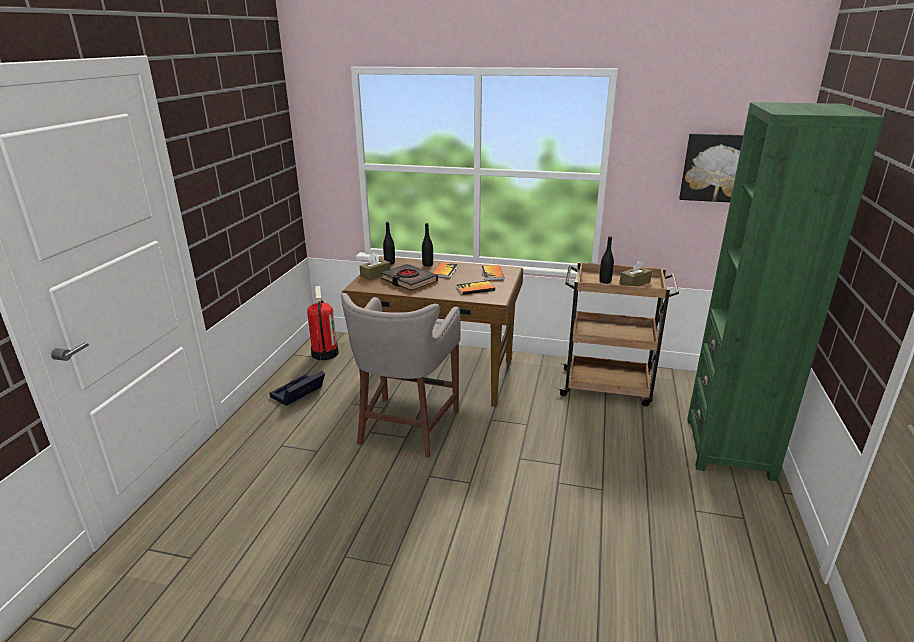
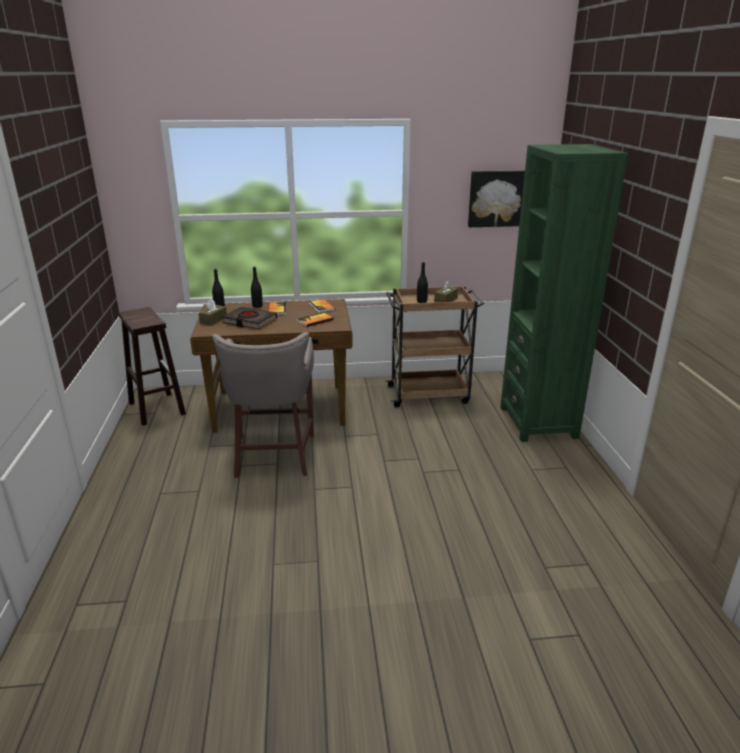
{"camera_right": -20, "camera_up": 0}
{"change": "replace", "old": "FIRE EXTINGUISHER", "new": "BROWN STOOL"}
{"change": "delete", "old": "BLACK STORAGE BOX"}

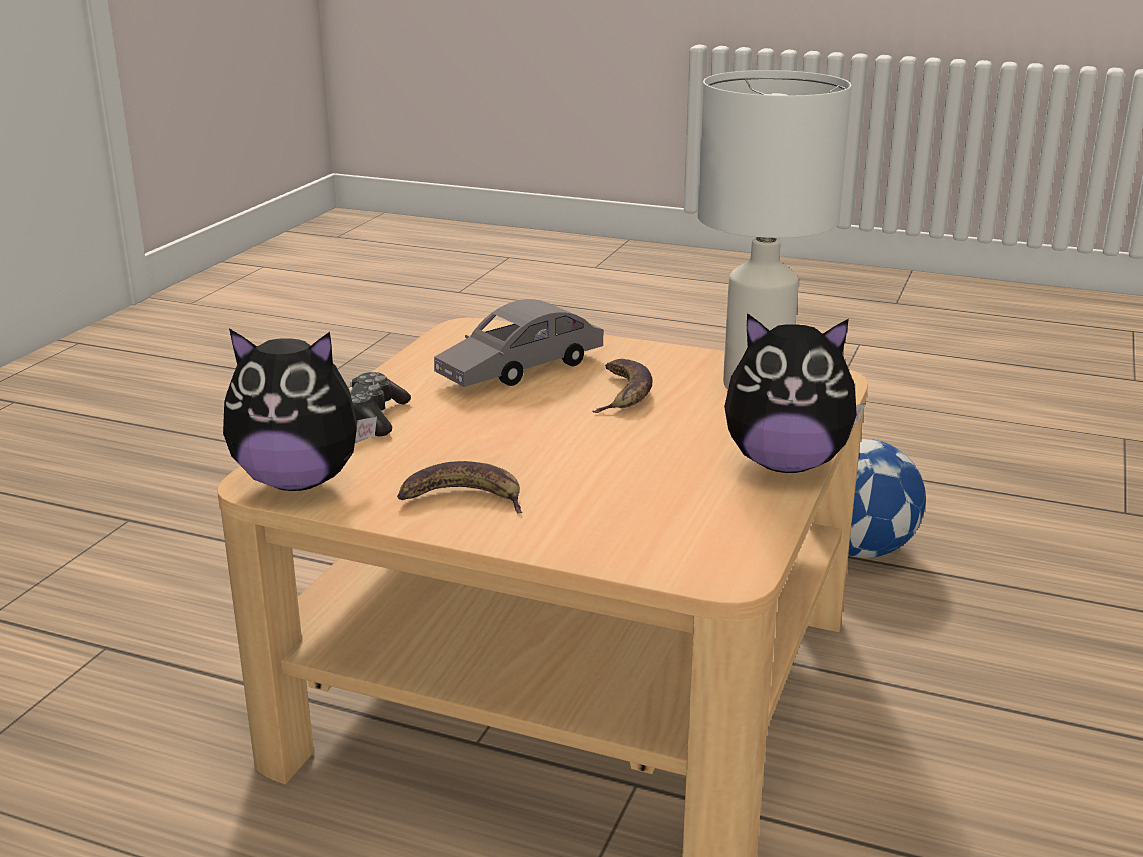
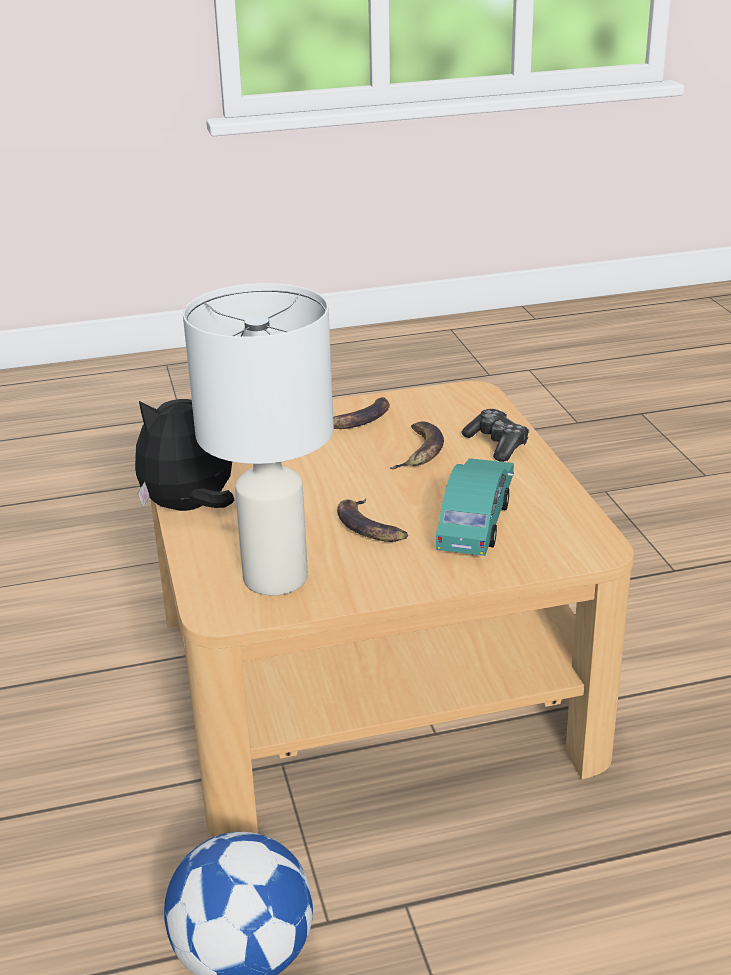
{"camera_right": 145, "camera_up": 5}
{"change": "recolor", "old": "GREY TOY CAR", "new": "TURQUOISE TOY CAR"}
{"change": "delete", "old": "PLUSH TOY (1st from left)"}
{"change": "insert", "new": "BANANA (3rd from left)"}

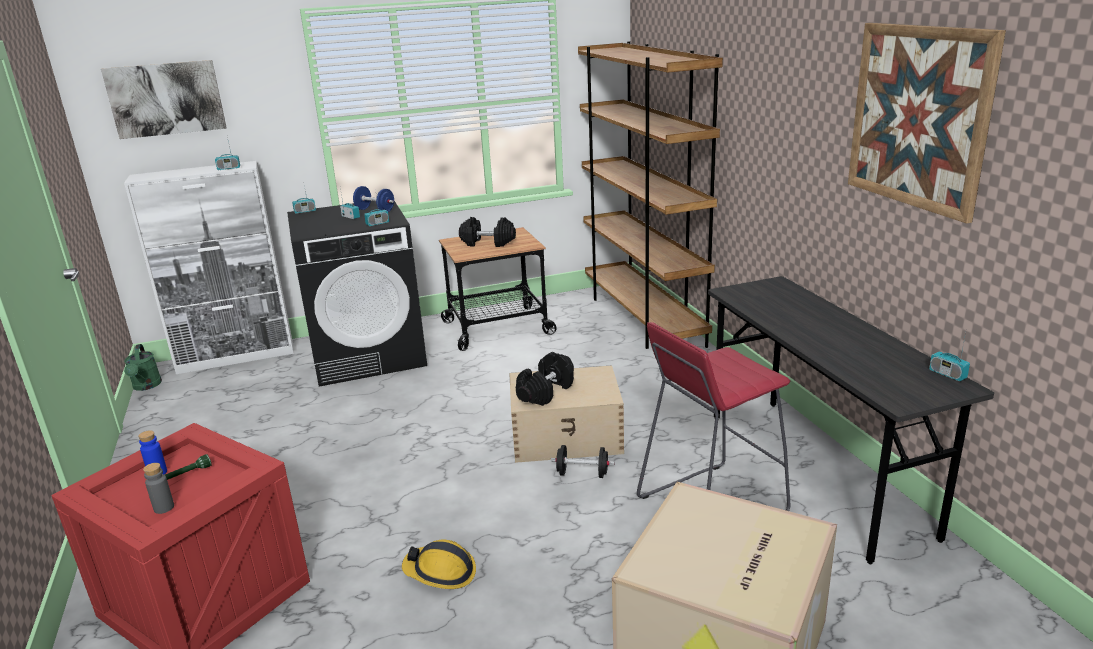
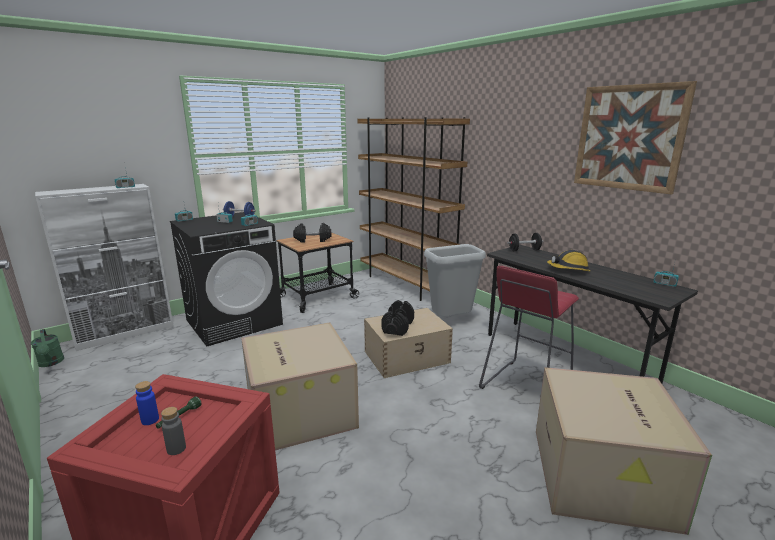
{"camera_right": -20, "camera_up": -5}
{"change": "delete", "old": "PICTURE (1st from left)"}
{"change": "move", "old": "BLACK DUMBBELL (3rd from left)"}
{"change": "move", "old": "HARD HAT"}
{"change": "insert", "new": "GREY TRASH CAN"}
{"change": "insert", "new": "CARDBOARD BOX (1st from left)"}

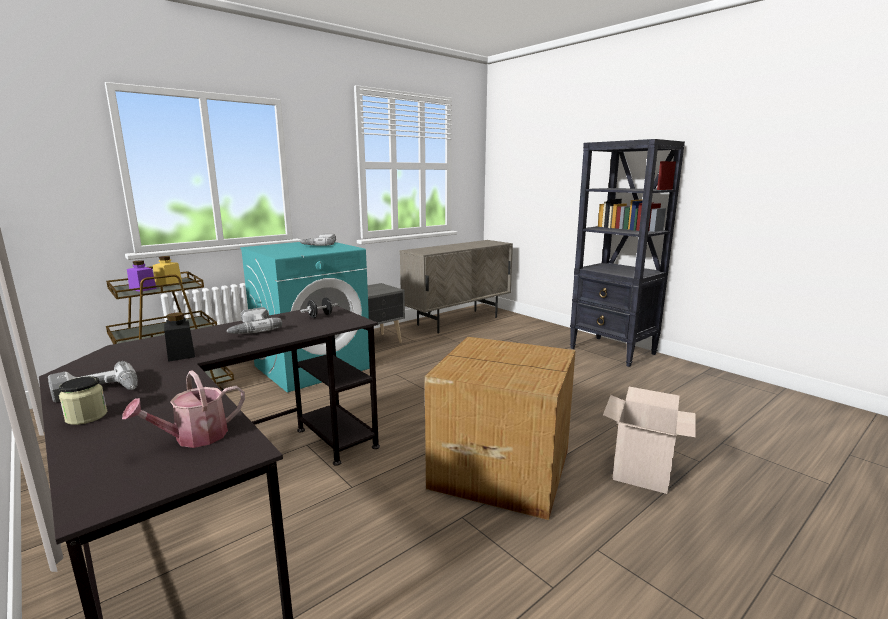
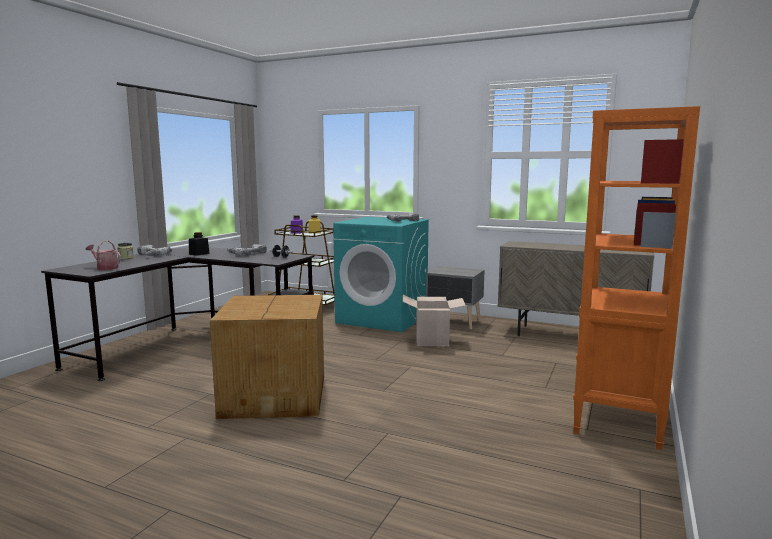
{"camera_right": 65, "camera_up": -5}
{"change": "recolor", "old": "BLACK BOOKCASE", "new": "ORANGE BOOKCASE"}
{"change": "move", "old": "CARDBOARD BOX (2nd from left)"}

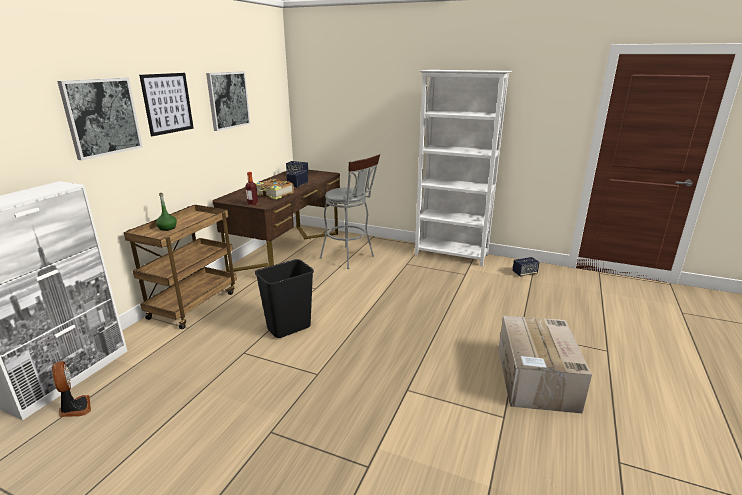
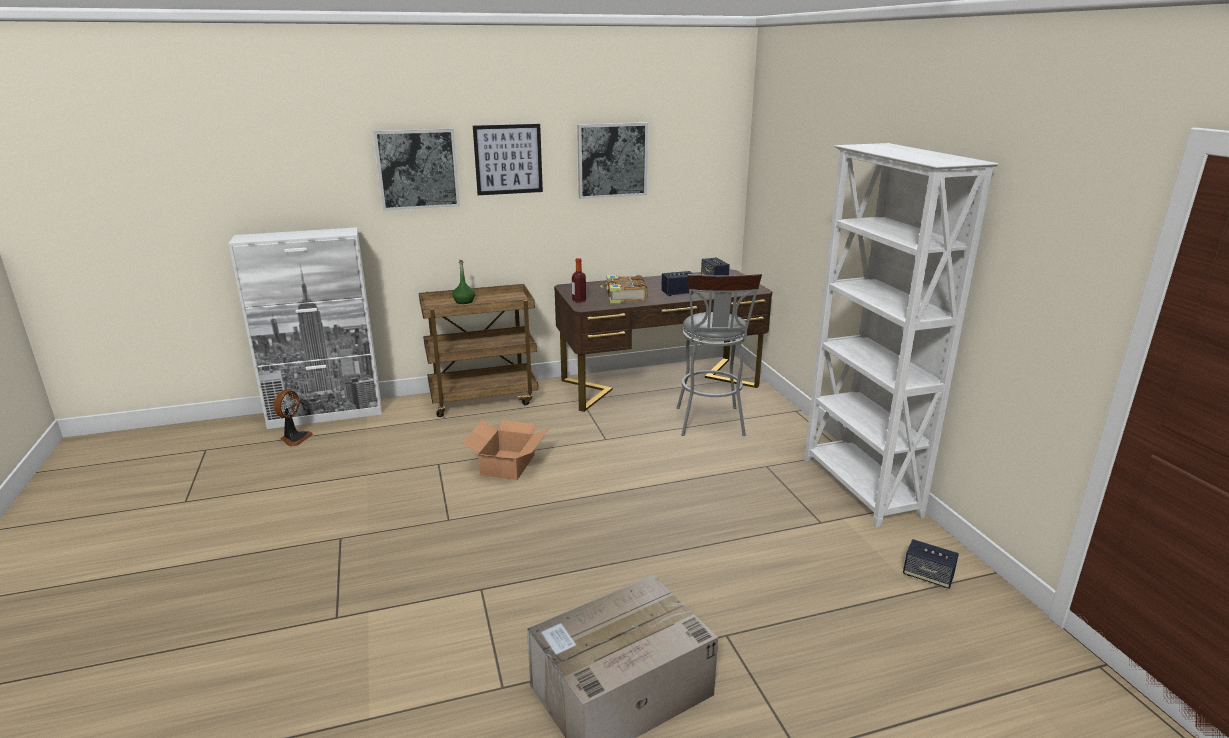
{"camera_right": 50, "camera_up": 0}
{"change": "replace", "old": "BLACK TRASH CAN", "new": "CARDBOARD BOX (1st from left)"}

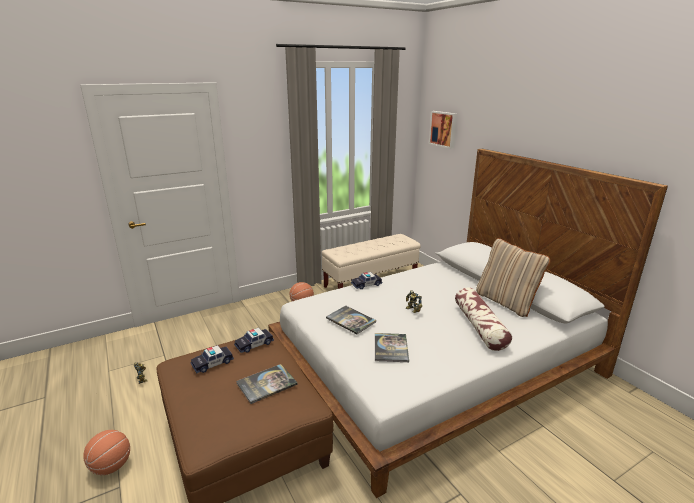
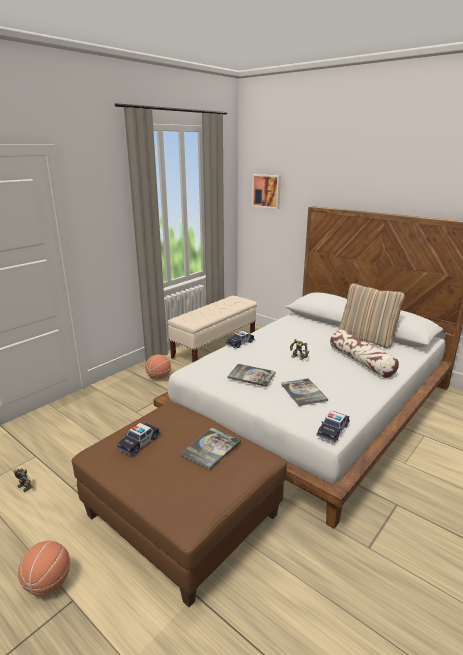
{"camera_right": -20, "camera_up": 0}
{"change": "move", "old": "TOY CAR (2nd from left in the first image)", "new": "TOY CAR (3rd from left)"}

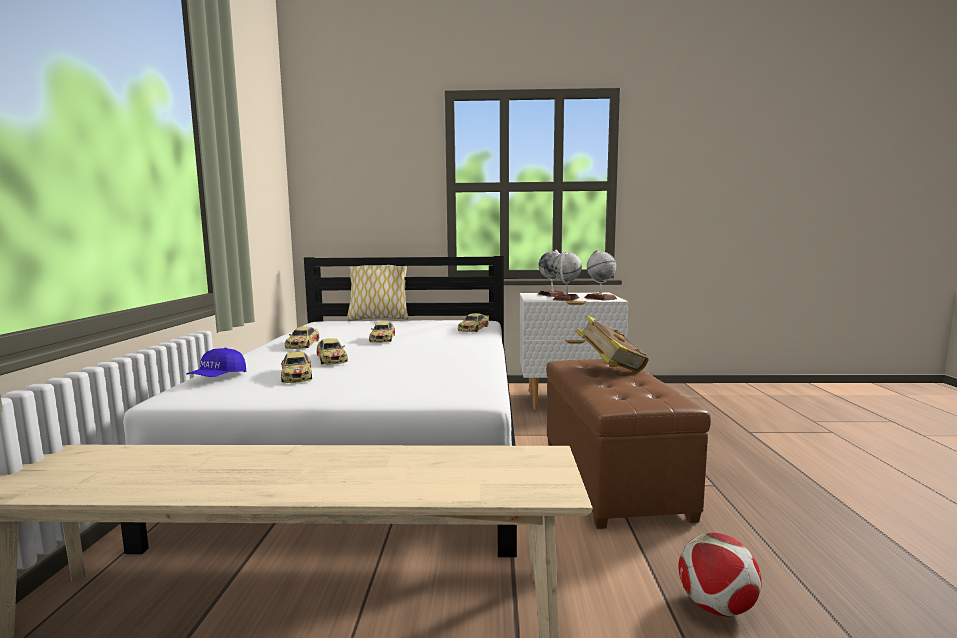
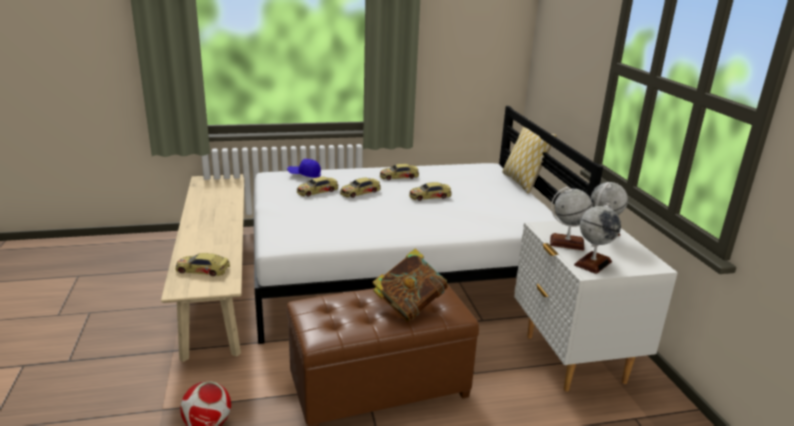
{"camera_right": 75, "camera_up": 15}
{"change": "move", "old": "TOY CAR (5th from left in the first image)", "new": "TOY CAR (1st from left)"}

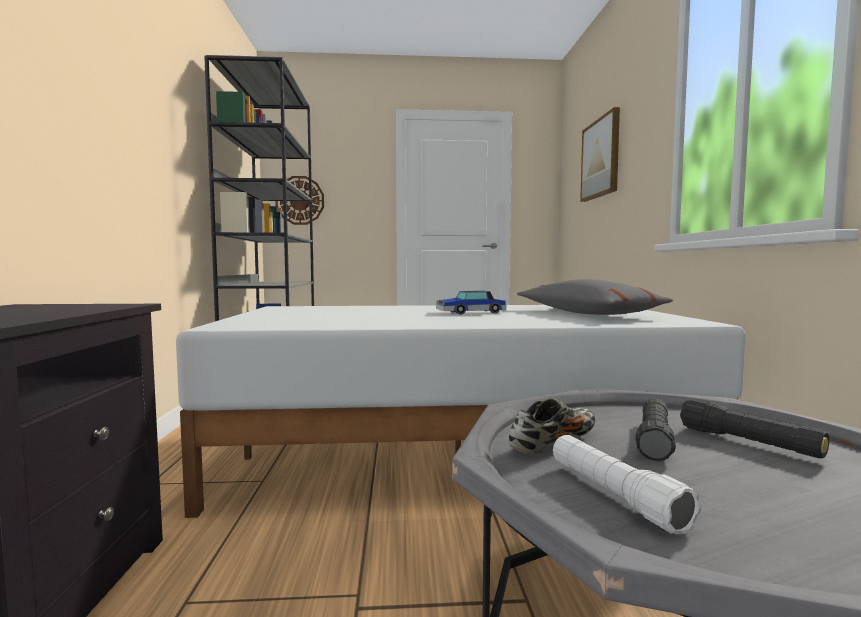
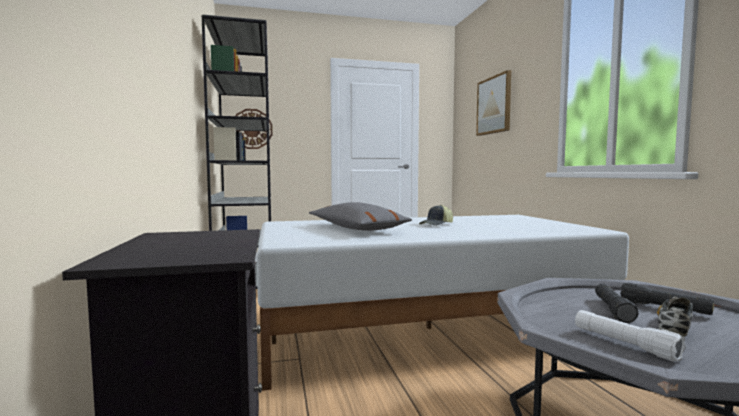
{"camera_right": -10, "camera_up": 0}
{"change": "move", "old": "GREY PILLOW"}
{"change": "replace", "old": "TOY CAR", "new": "CAP"}
{"change": "move", "old": "SHOE"}

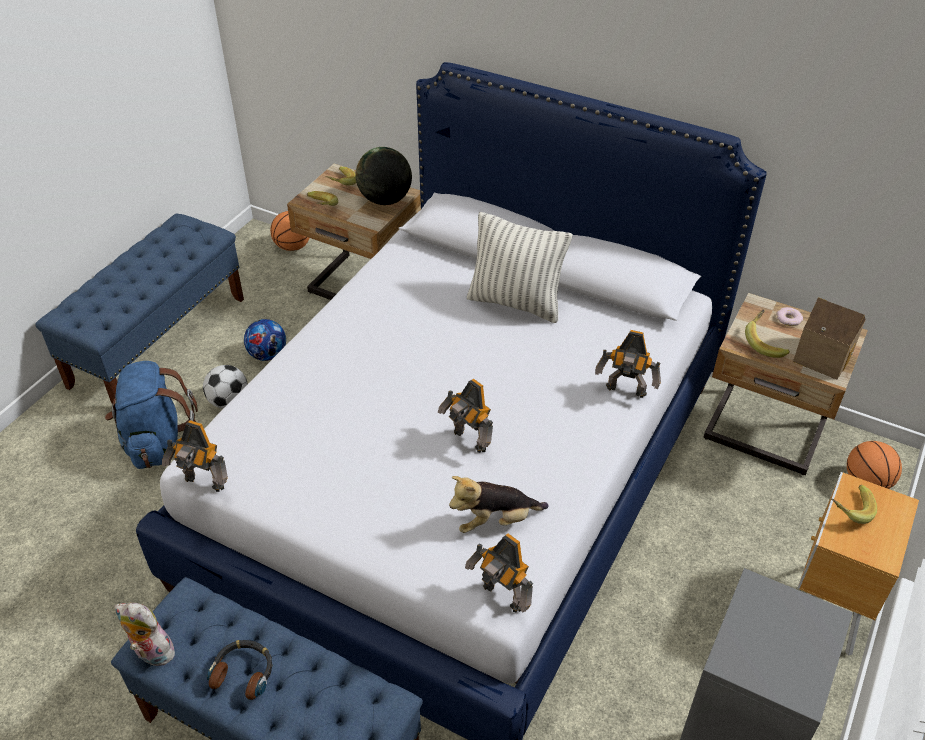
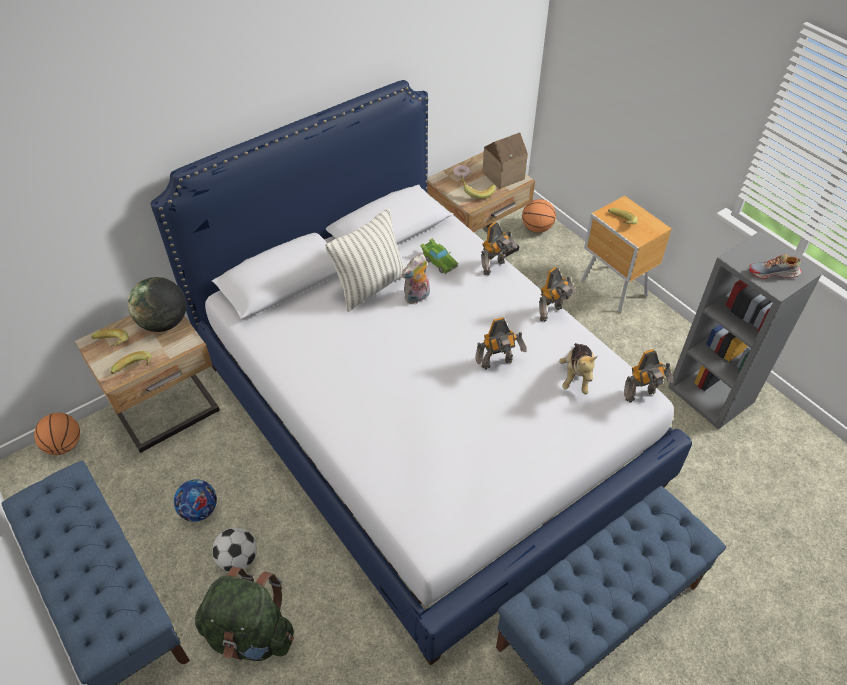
{"camera_right": -65, "camera_up": 5}
{"change": "recolor", "old": "BLUE BACKPACK", "new": "GREEN BACKPACK"}
{"change": "move", "old": "TOY ROBOT (1st from left in the first image)", "new": "TOY ROBOT (3rd from left)"}
{"change": "move", "old": "PLUSH TOY (1st from left)"}
{"change": "delete", "old": "HEADPHONES"}
{"change": "insert", "new": "GREEN TOY CAR"}
{"change": "insert", "new": "SHOE"}

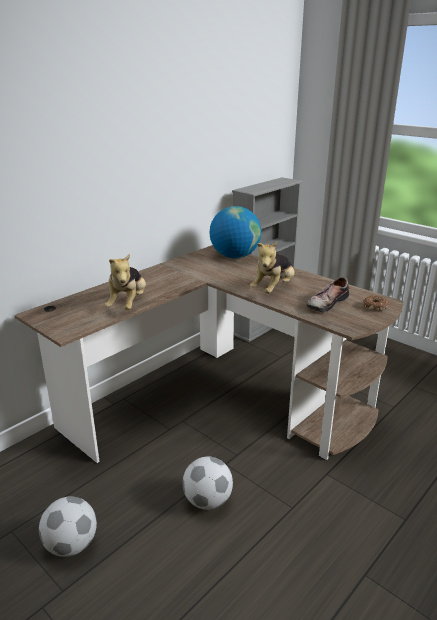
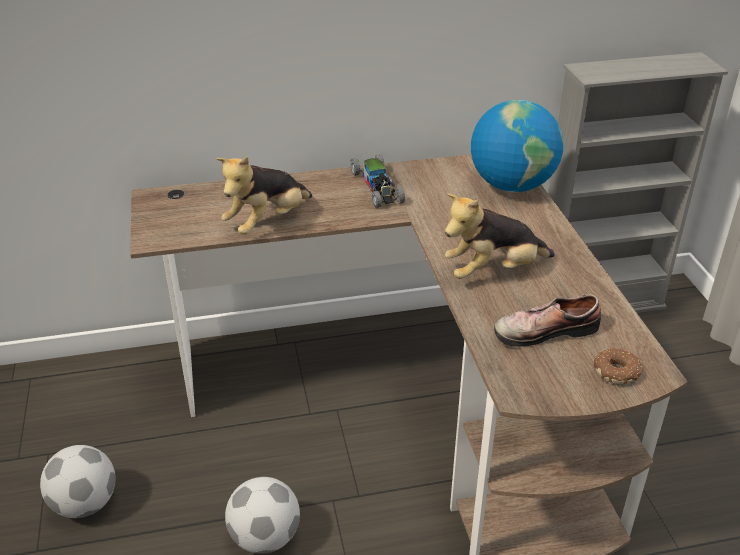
{"camera_right": 35, "camera_up": 10}
{"change": "insert", "new": "TOY CAR"}

